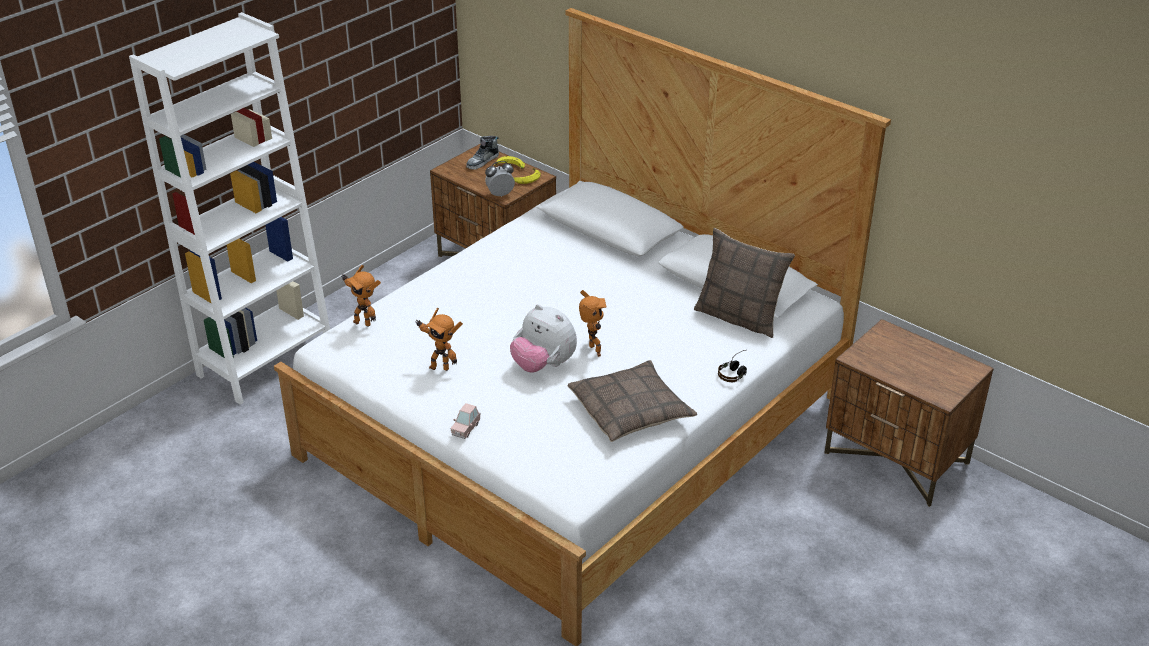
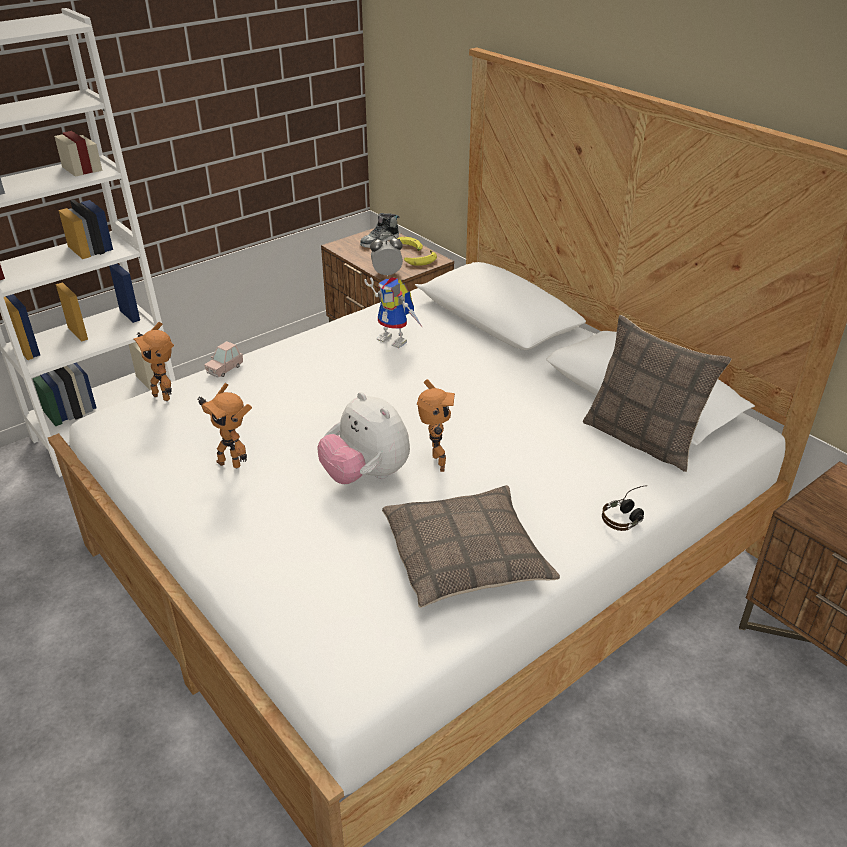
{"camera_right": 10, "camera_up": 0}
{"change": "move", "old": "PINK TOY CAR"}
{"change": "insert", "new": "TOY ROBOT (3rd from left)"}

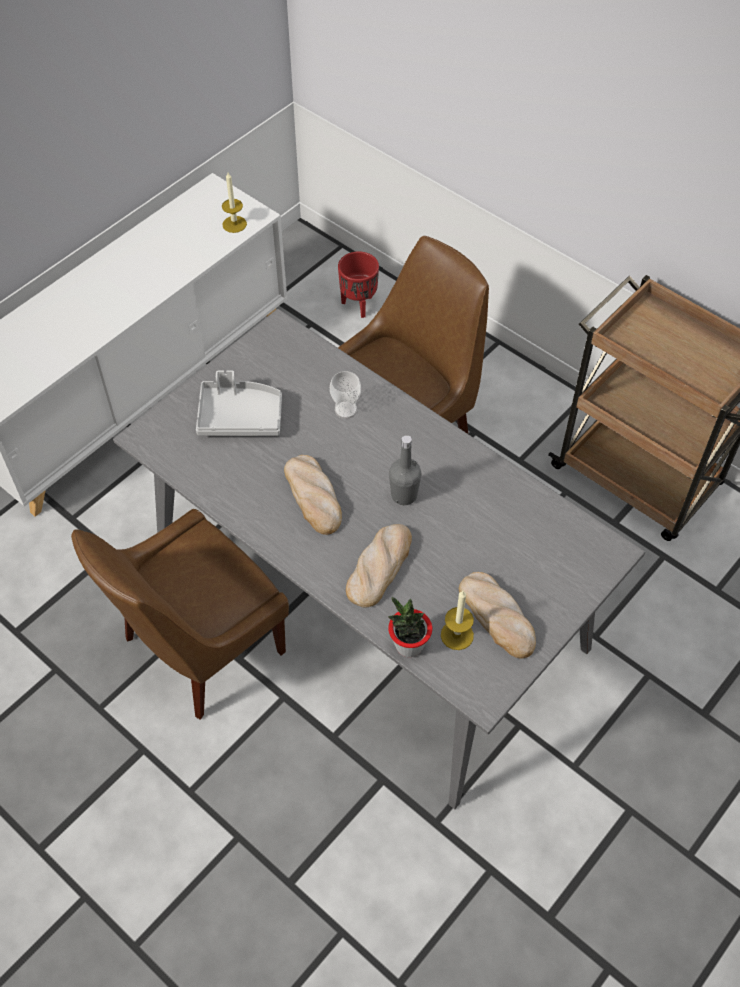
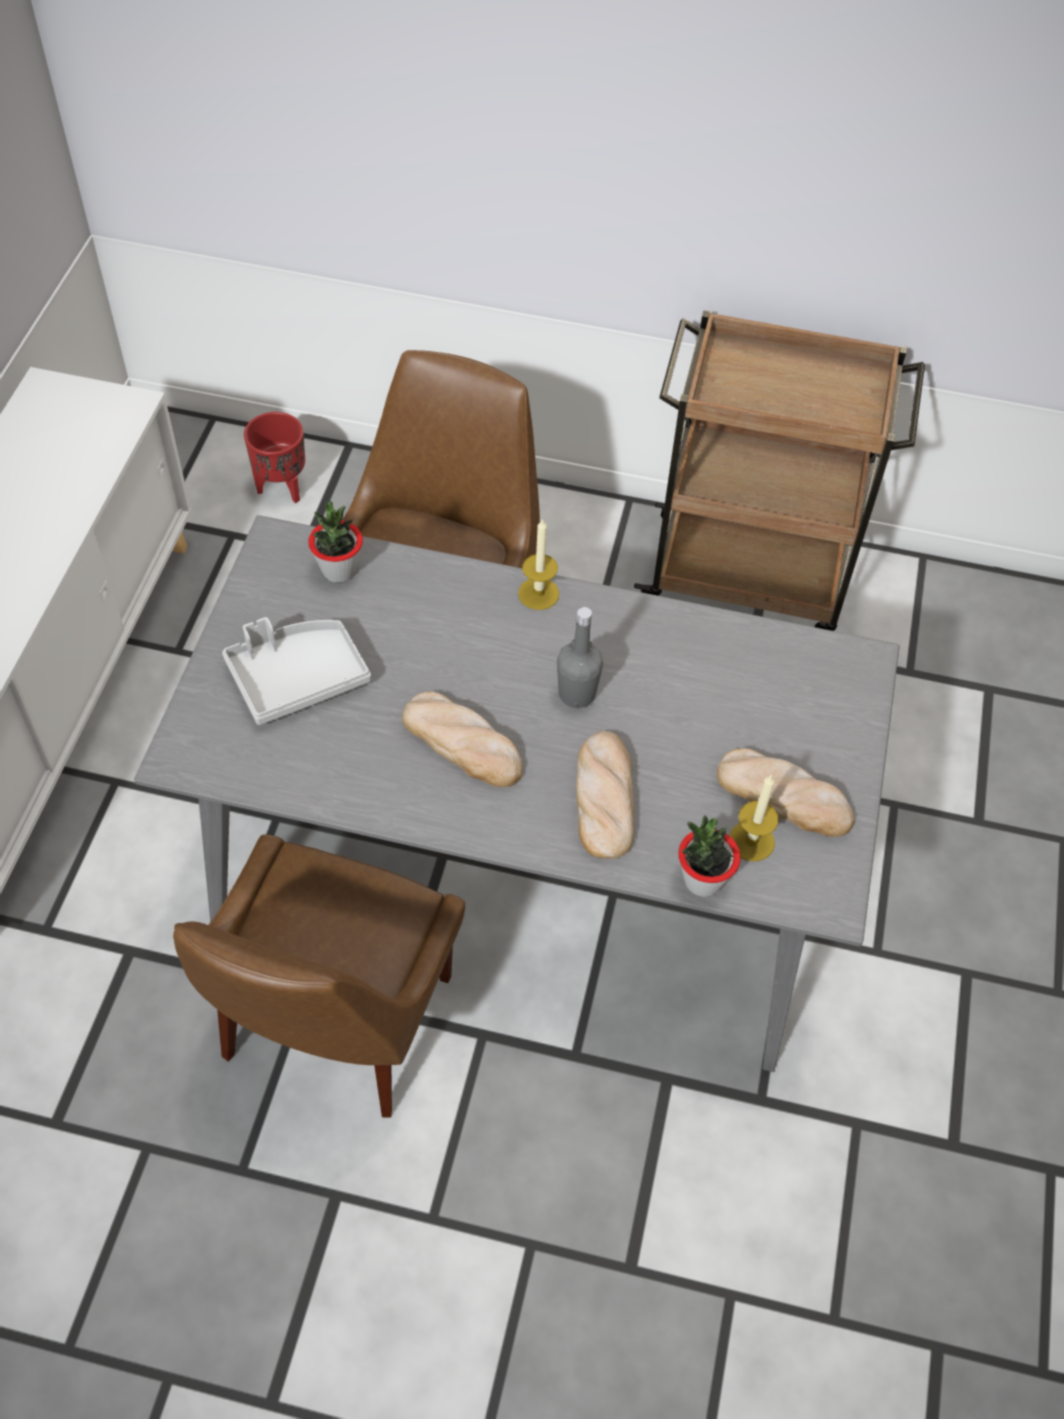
{"camera_right": -30, "camera_up": 0}
{"change": "move", "old": "CANDLE (1st from left)"}
{"change": "delete", "old": "CUP"}
{"change": "insert", "new": "POTTED PLANT (1st from left)"}

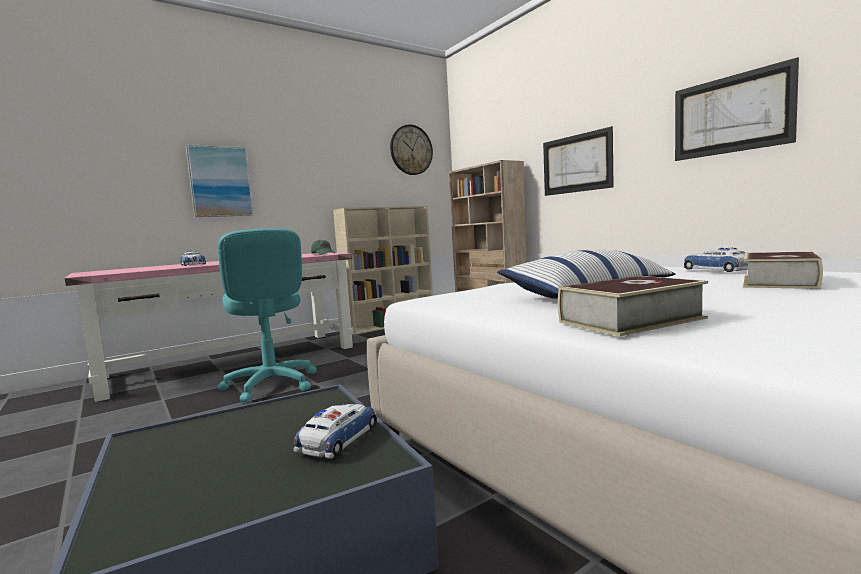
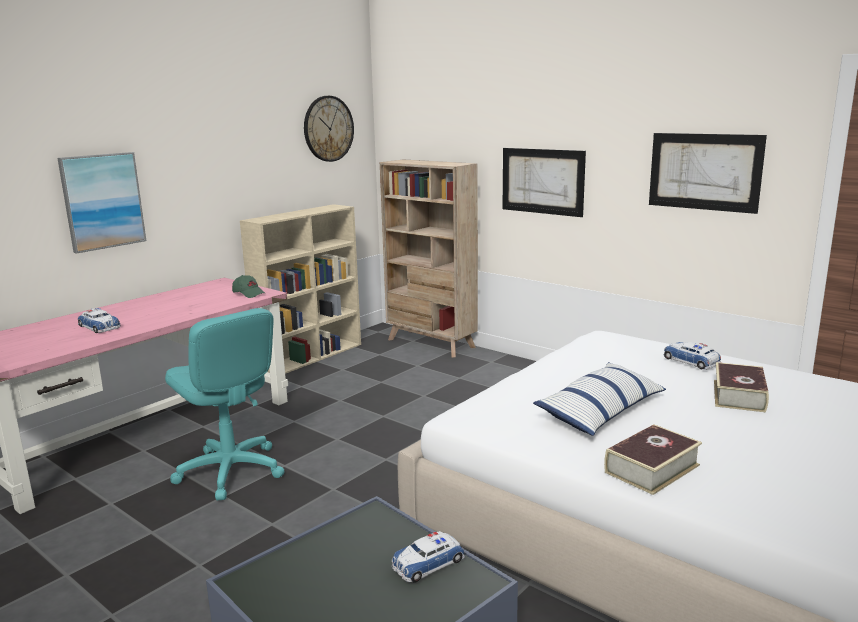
{"camera_right": -15, "camera_up": 10}
{"change": "rotate", "old": "TOY CAR (2nd from left)", "degrees": -135}

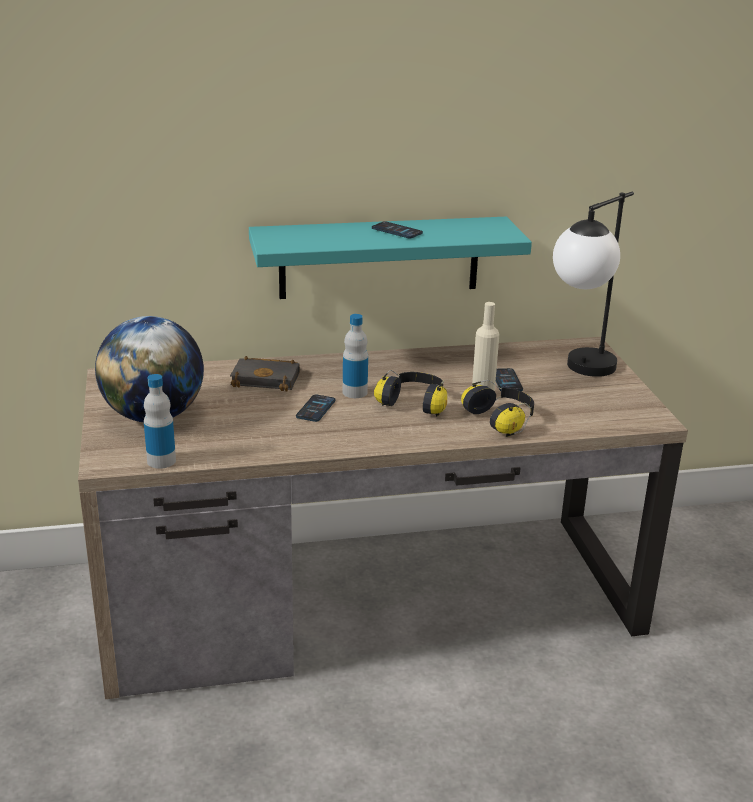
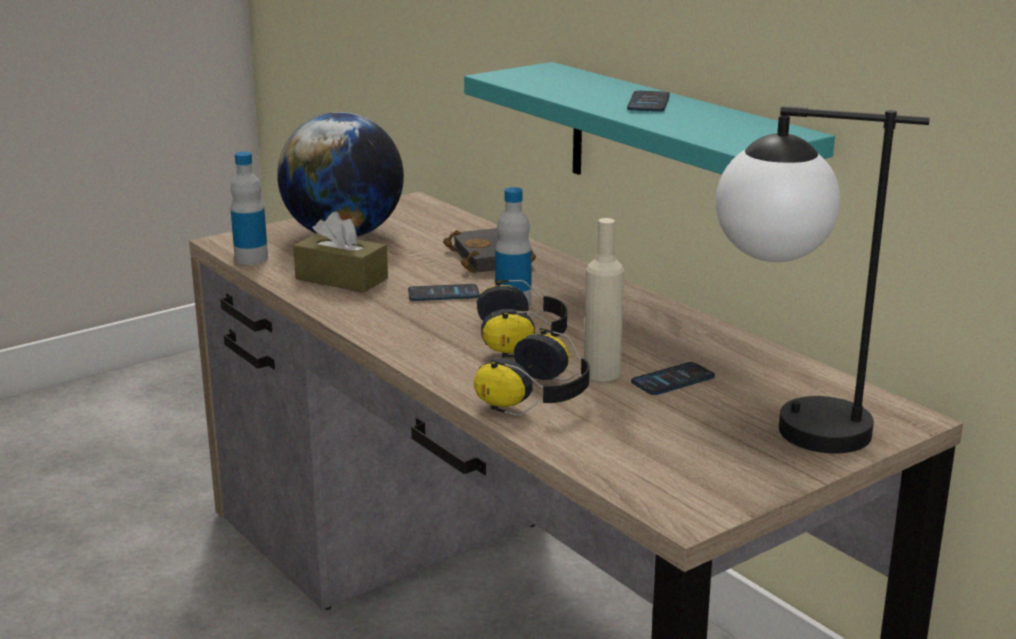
{"camera_right": 65, "camera_up": -5}
{"change": "insert", "new": "BROWN TISSUE BOX"}

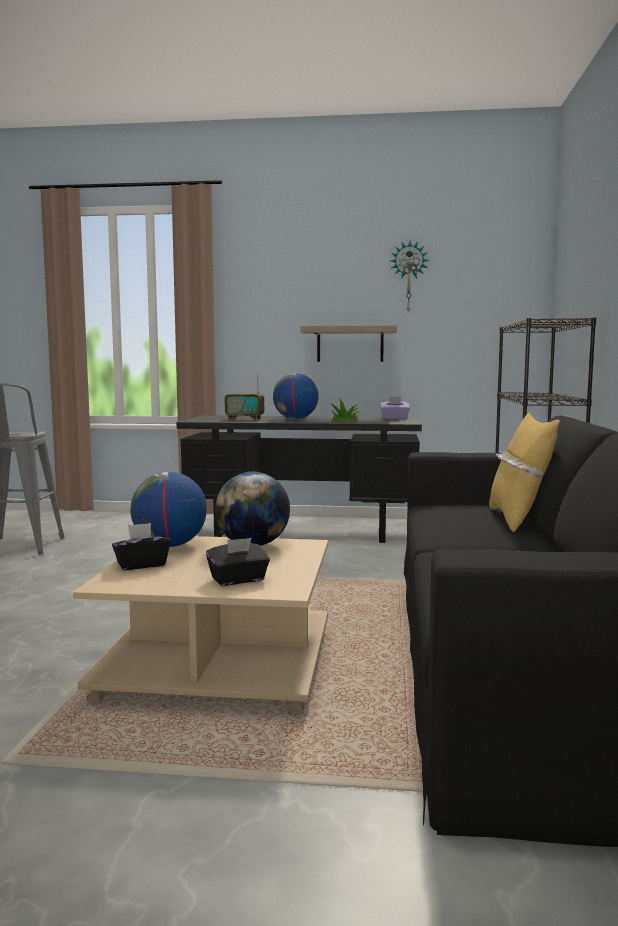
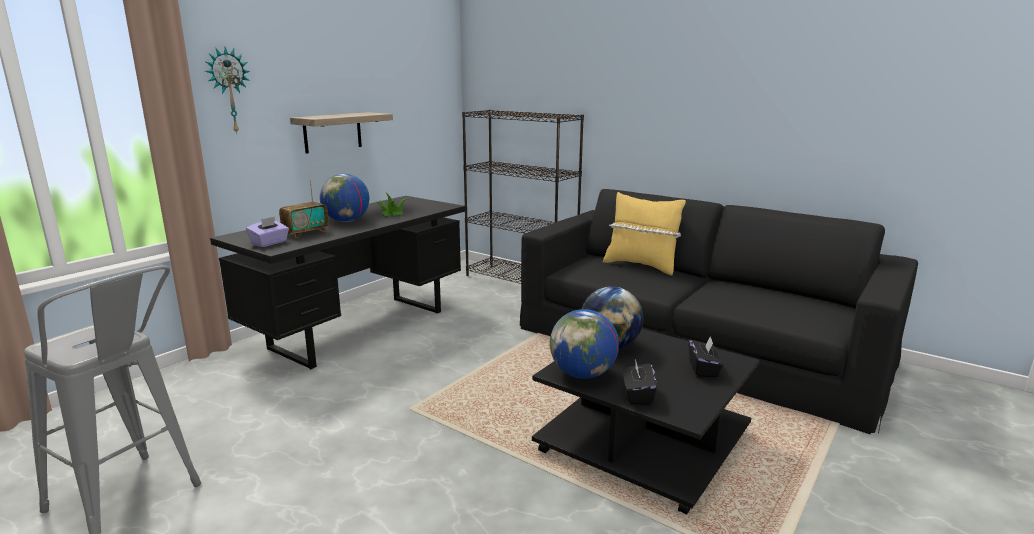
{"camera_right": -60, "camera_up": 10}
{"change": "move", "old": "WALL CLOCK"}
{"change": "move", "old": "PURPLE TISSUE BOX"}
{"change": "recolor", "old": "BEIGE COFFEE TABLE", "new": "BLACK COFFEE TABLE"}

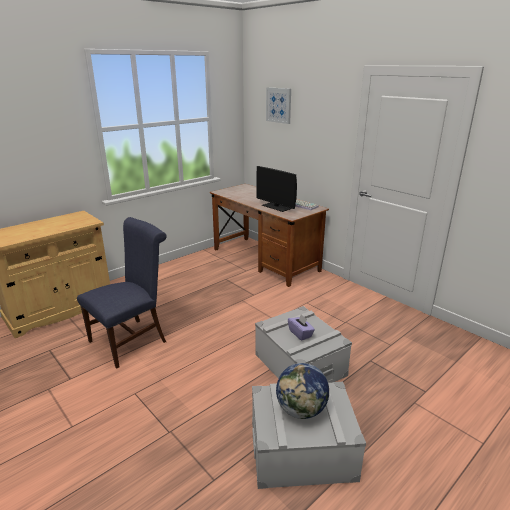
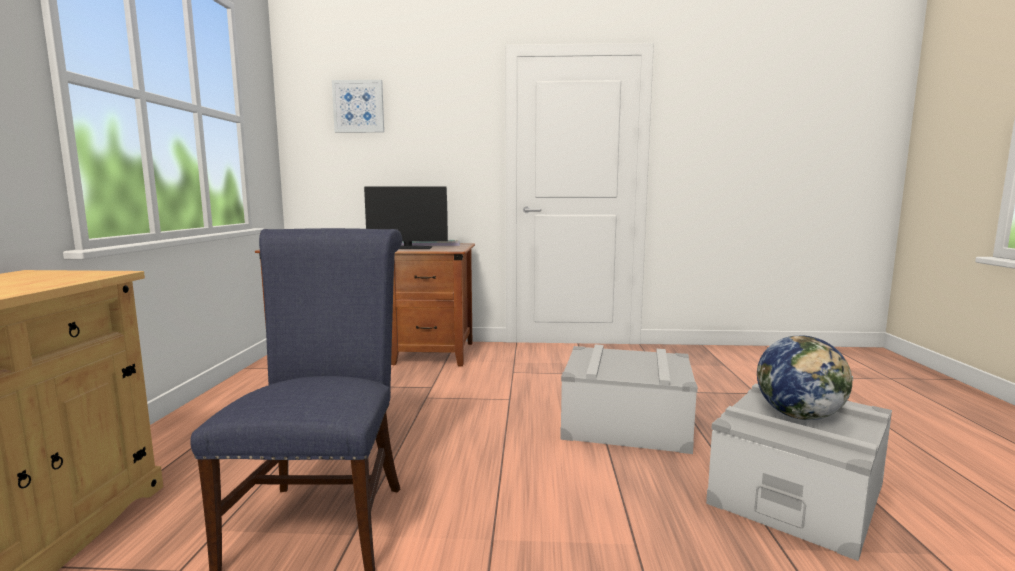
{"camera_right": -45, "camera_up": -15}
{"change": "delete", "old": "PURPLE TISSUE BOX"}

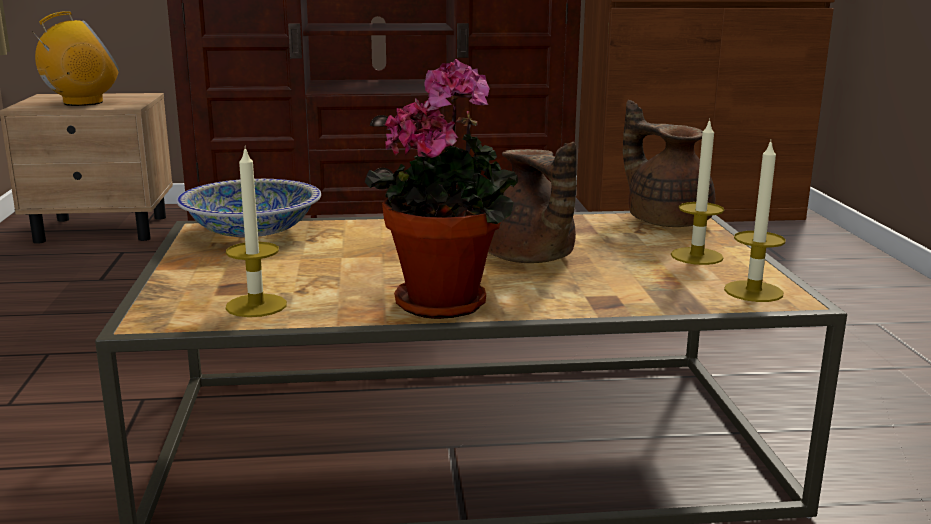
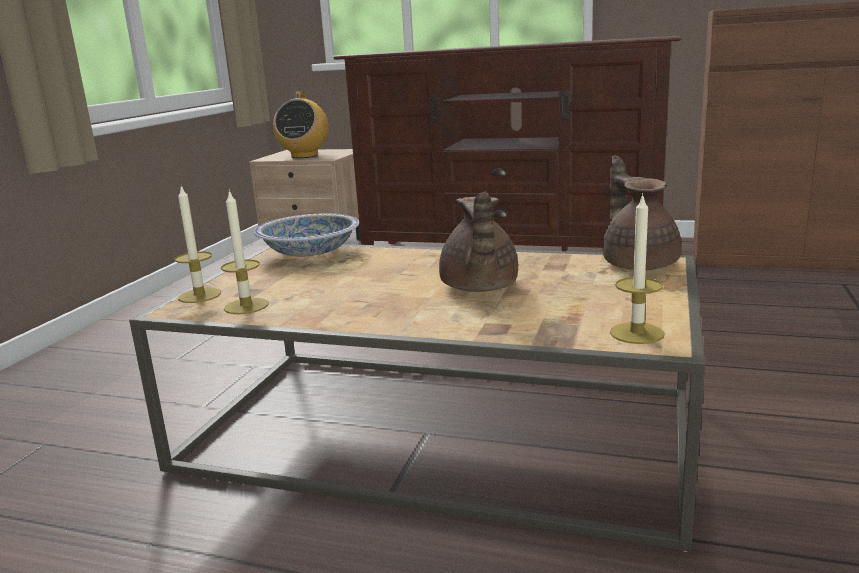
{"camera_right": 25, "camera_up": 0}
{"change": "rotate", "old": "RADIO", "degrees": 105}
{"change": "delete", "old": "POTTED PLANT"}
{"change": "move", "old": "CANDLE (2nd from left in the first image)", "new": "CANDLE (1st from left)"}

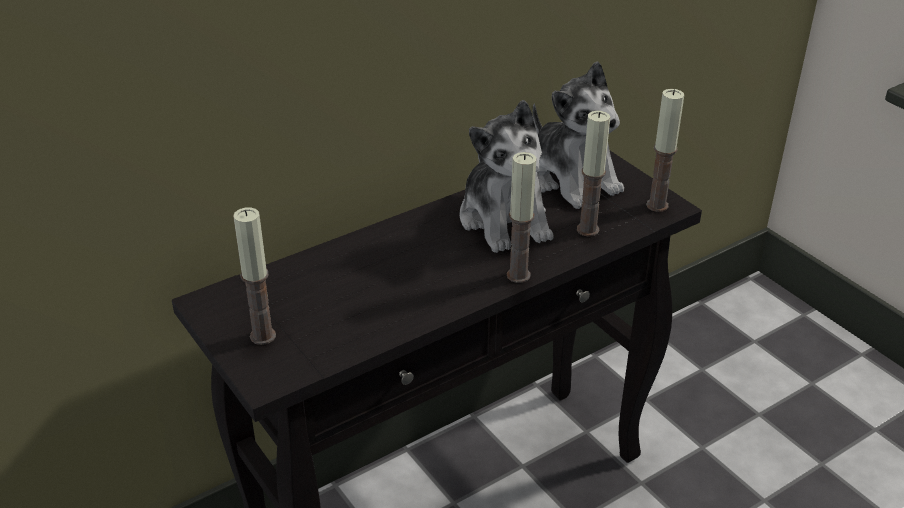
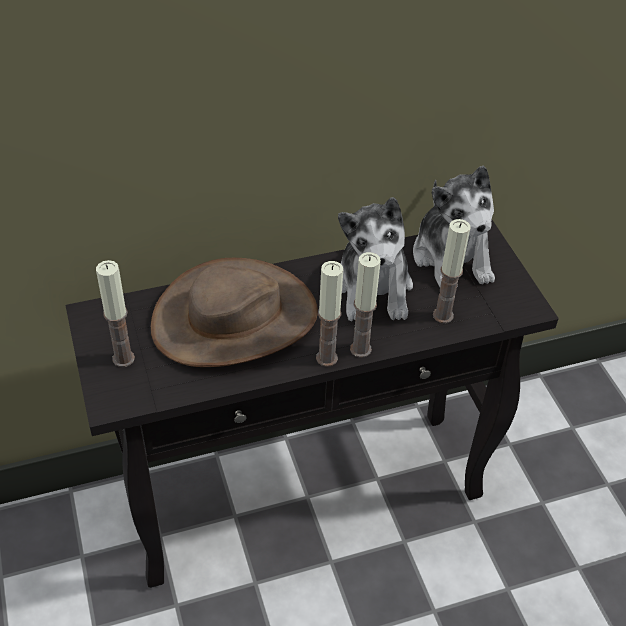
{"camera_right": 15, "camera_up": 10}
{"change": "move", "old": "CANDLE (4th from left in the first image)", "new": "CANDLE (2nd from left)"}
{"change": "insert", "new": "BROWN HAT"}

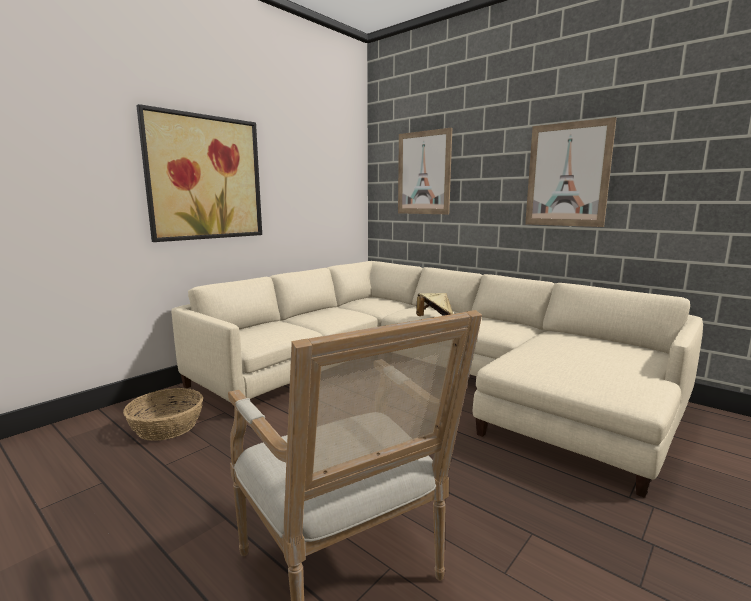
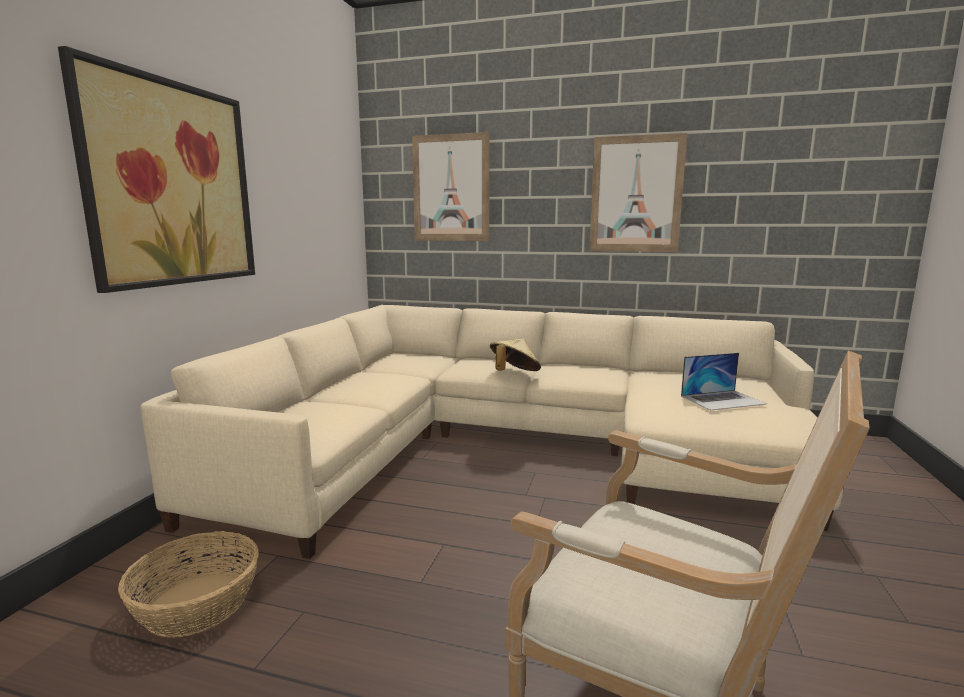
{"camera_right": -25, "camera_up": 0}
{"change": "insert", "new": "LAPTOP"}

